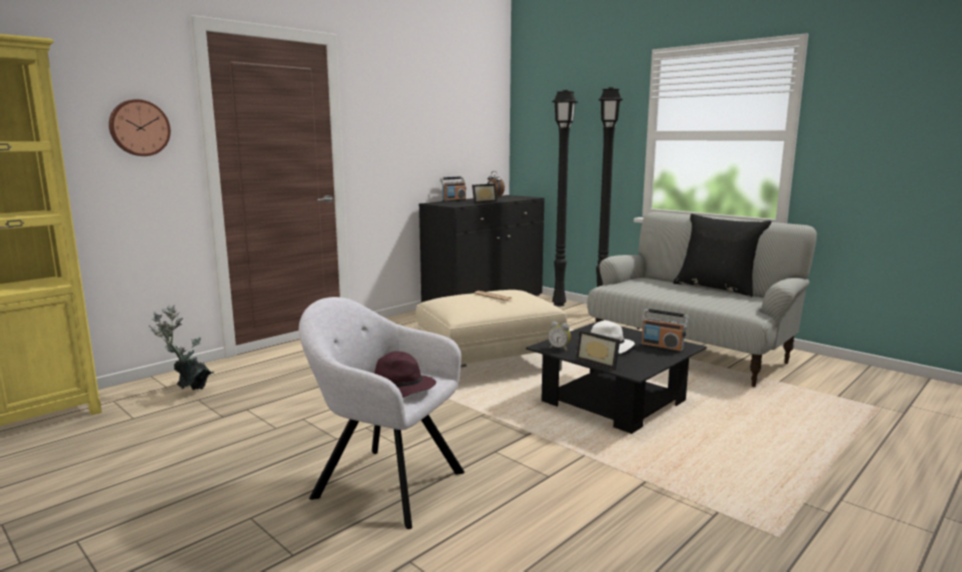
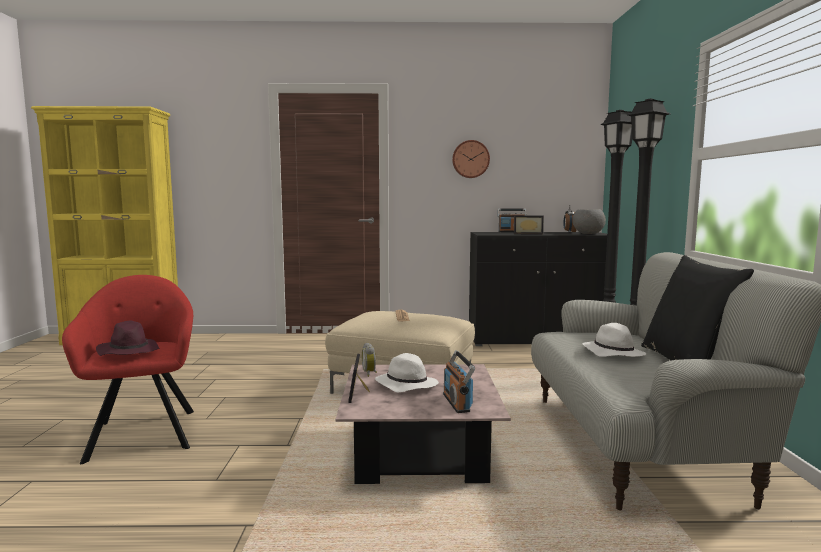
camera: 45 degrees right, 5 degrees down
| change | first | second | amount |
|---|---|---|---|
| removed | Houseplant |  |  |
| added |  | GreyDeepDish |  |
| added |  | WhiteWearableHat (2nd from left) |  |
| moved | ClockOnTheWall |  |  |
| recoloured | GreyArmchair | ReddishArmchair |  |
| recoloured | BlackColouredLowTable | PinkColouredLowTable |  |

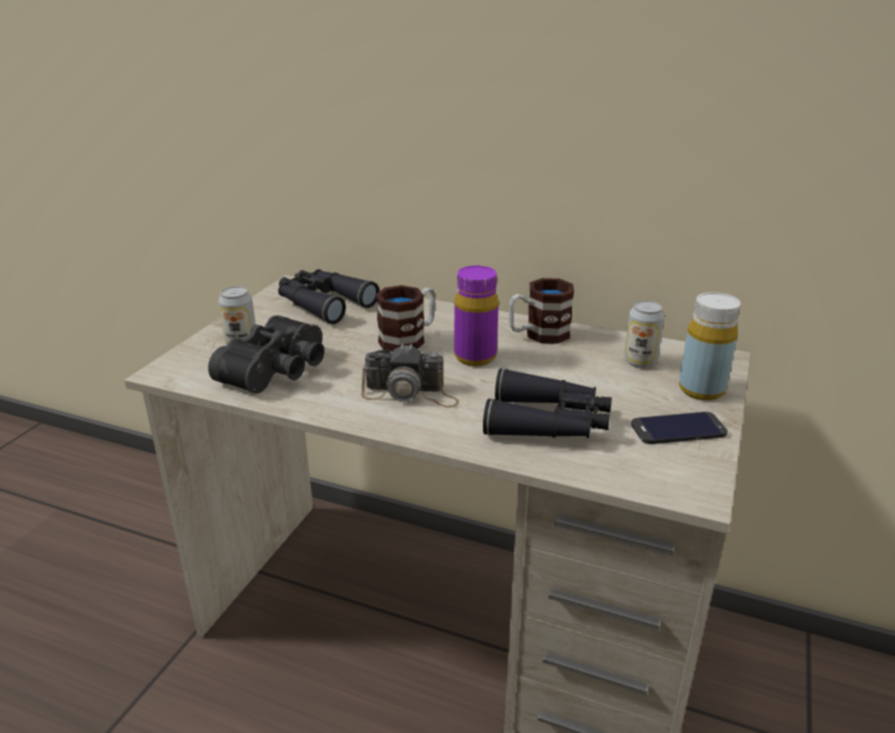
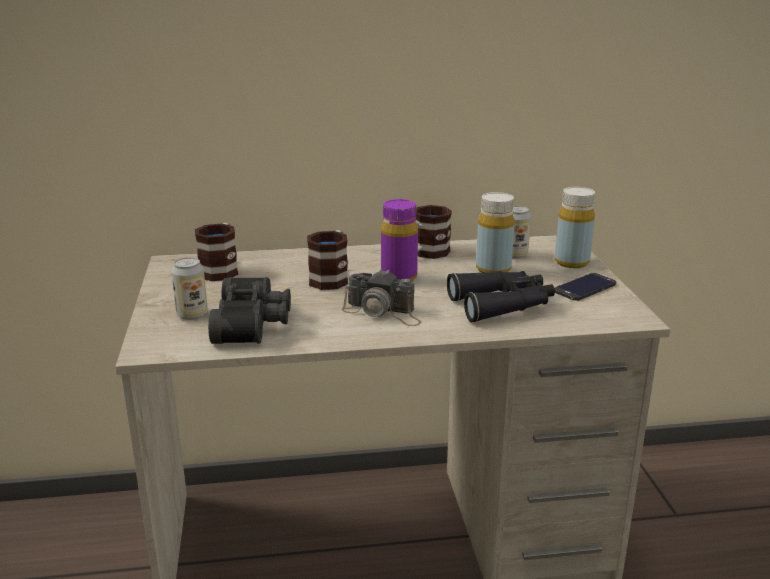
camera: 30 degrees left, 5 degrees down
| change | first | second | amount |
|---|---|---|---|
| added |  | YellowColouredBottle (1st from left) |  |
| replaced | BlackColouredBinoculars (2nd from left) | Mug (1st from left) |  |
| turned | PhotoCamera |  | 45 degrees clockwise |

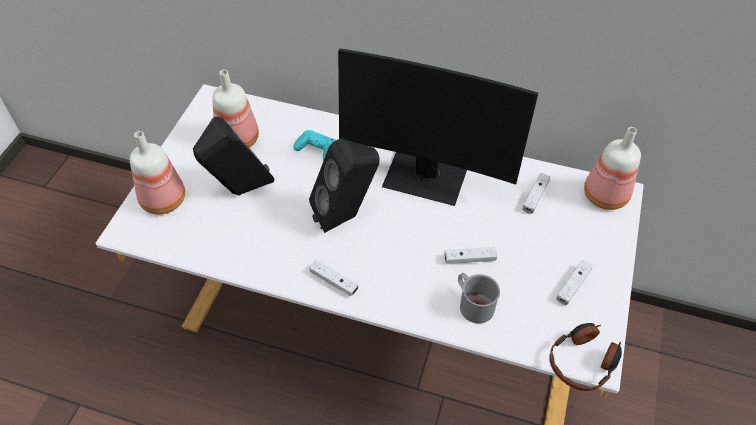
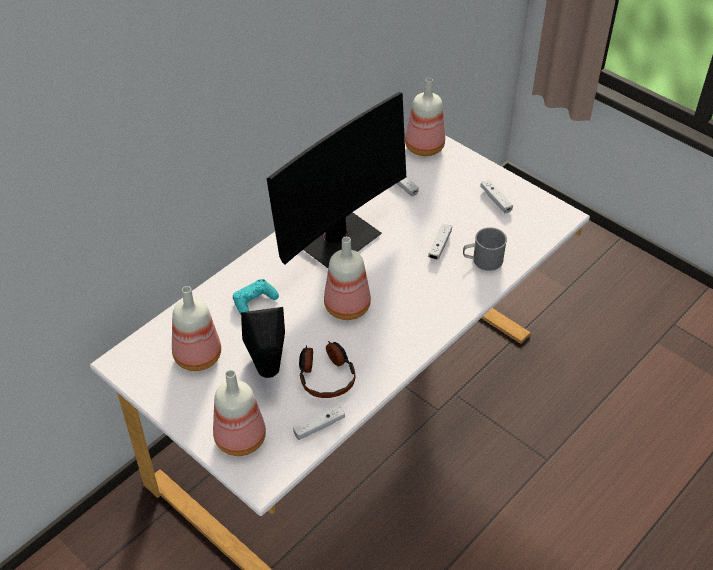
camera: 65 degrees left, 5 degrees down
| change | first | second | amount |
|---|---|---|---|
| moved | WhiteGamepad (1st from left) |  |  |
| moved | PairOfHeadphones |  |  |
| replaced | BlackColouredLoudspeaker (2nd from left) | Bottle (3rd from left) |  |

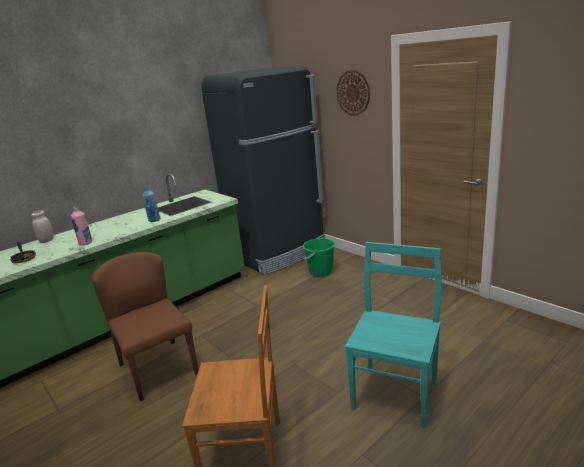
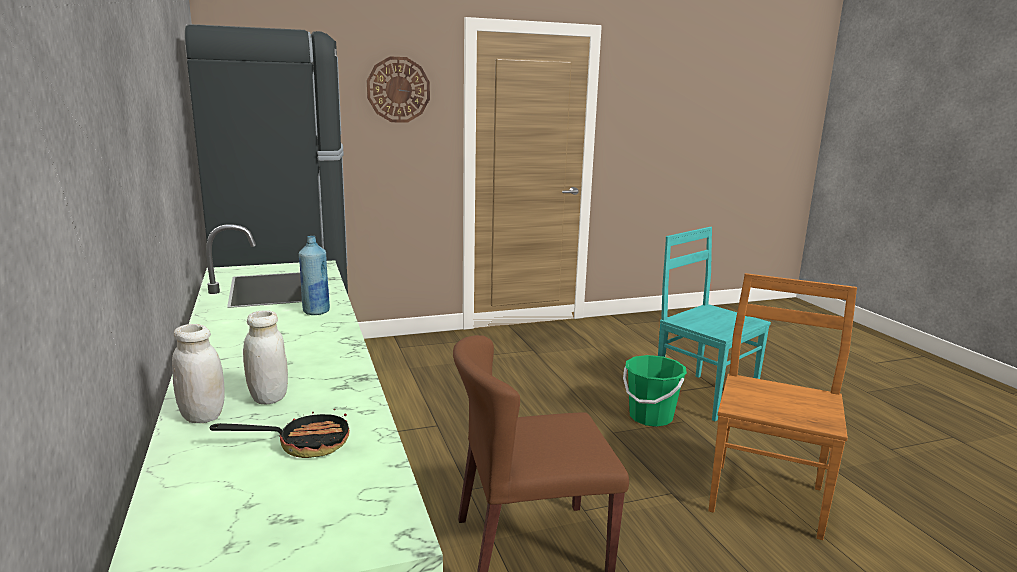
camera: 70 degrees left, 5 degrees down
| change | first | second | amount |
|---|---|---|---|
| removed | PinkColouredBottle |  |  |
| added |  | WhitePreserveJar (2nd from left) |  |
| moved | GreenColouredPail |  |  |

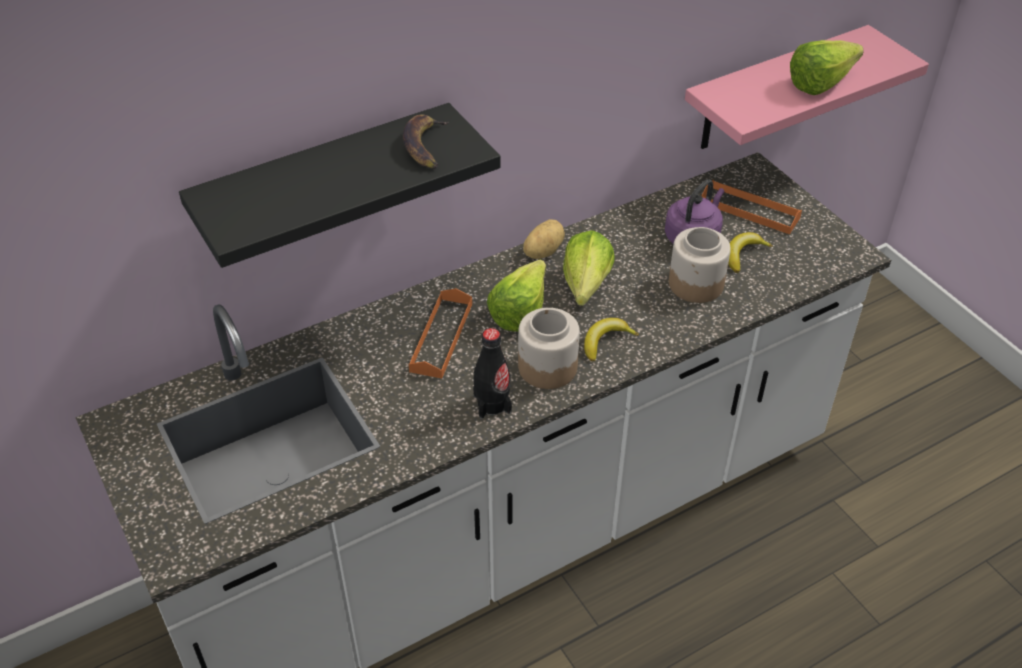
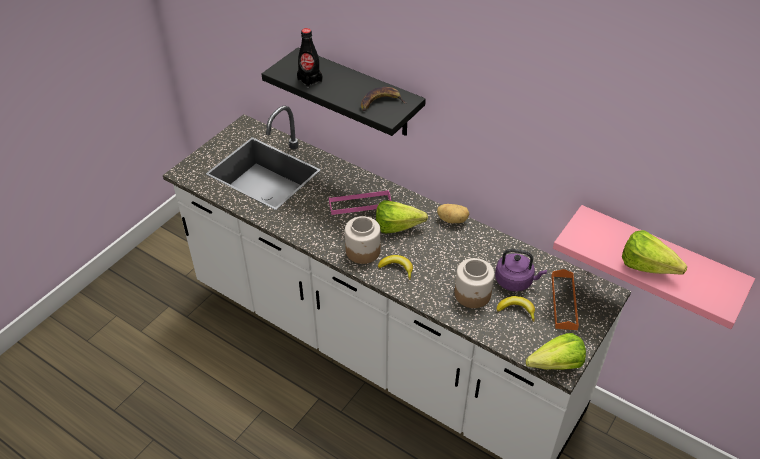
camera: 65 degrees right, 0 degrees up
| change | first | second | amount |
|---|---|---|---|
| moved | BlackColouredBottle |  |  |
| moved | HeadOfLettuce (2nd from left) |  |  |
| recoloured | OrangeyCarryingTray (1st from left) | PinkColouredCarryingTray |  |

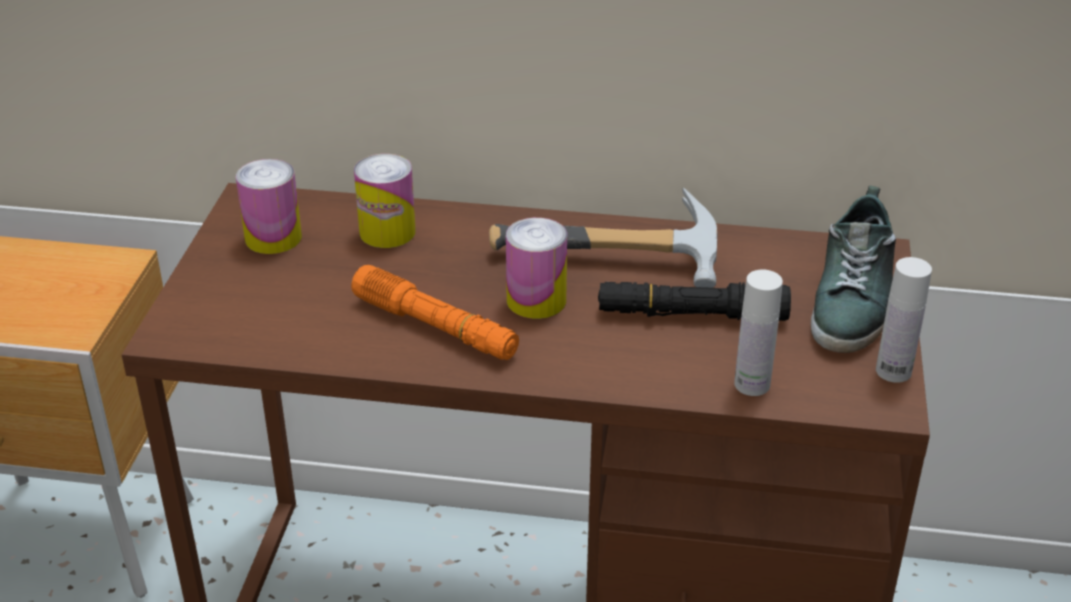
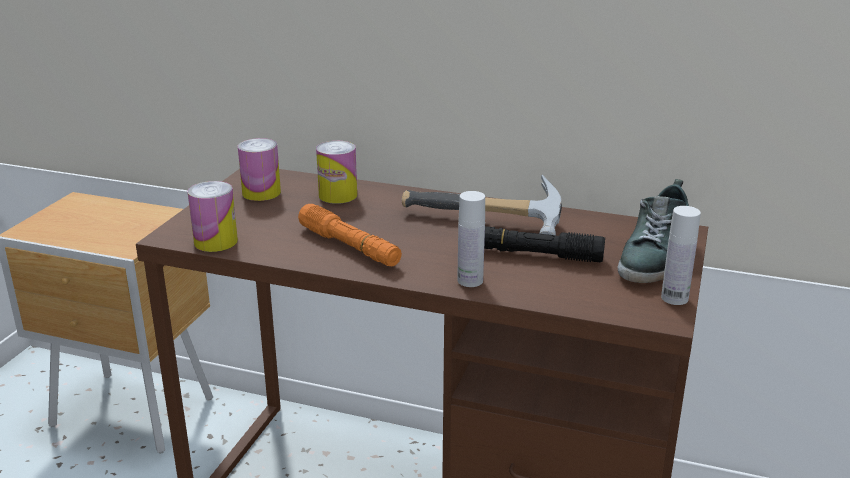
camera: 10 degrees right, 10 degrees down
| change | first | second | amount |
|---|---|---|---|
| moved | MetalCan (3rd from left in the first image) | MetalCan (1st from left) |  |
| moved | WhiteBottle (1st from left) |  |  |

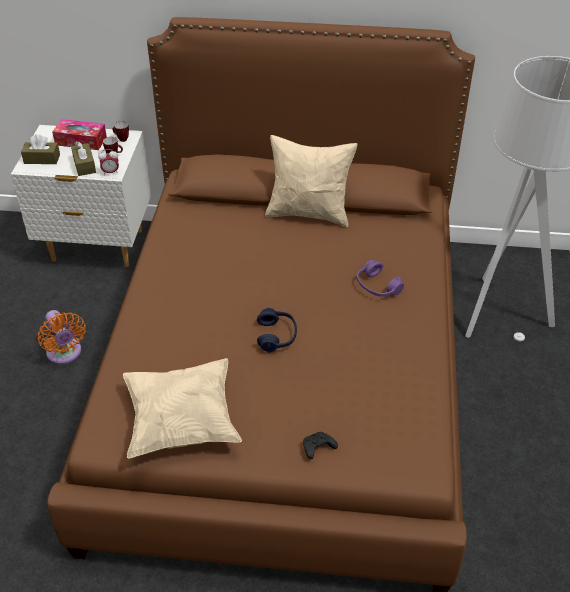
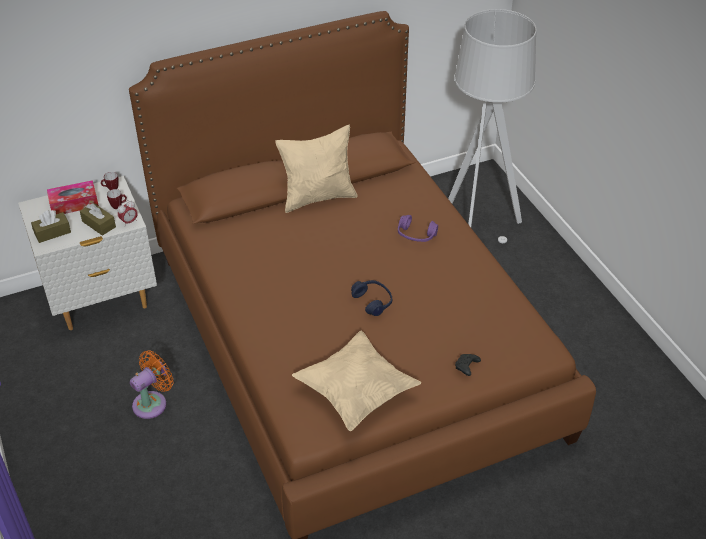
camera: 30 degrees left, 0 degrees up
| change | first | second | amount |
|---|---|---|---|
| turned | OrangeyElectricFan |  | 75 degrees counterclockwise |

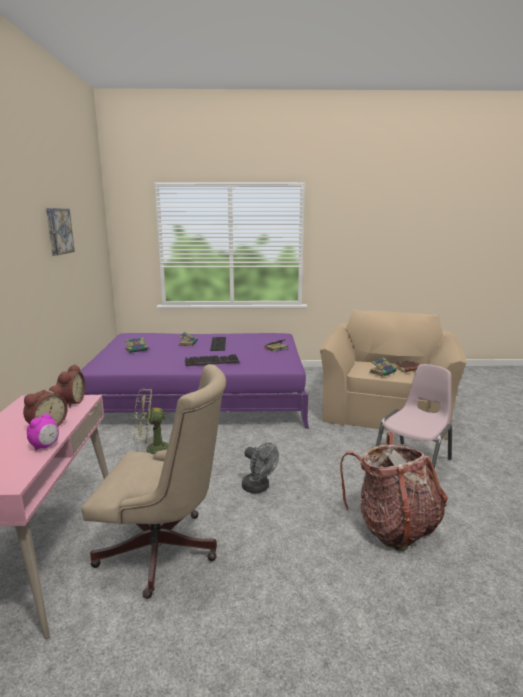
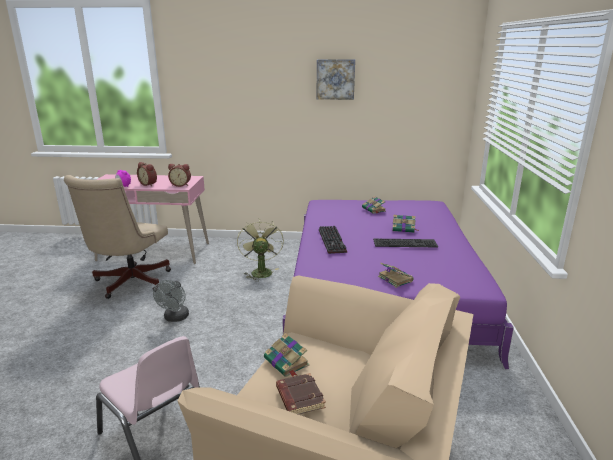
camera: 95 degrees right, 5 degrees up
| change | first | second | amount |
|---|---|---|---|
| removed | Backpack |  |  |
| turned | GreyElectricFan |  | 45 degrees counterclockwise |

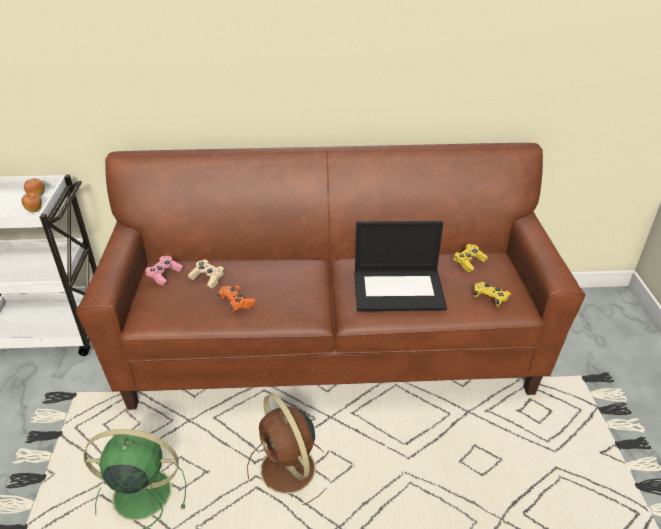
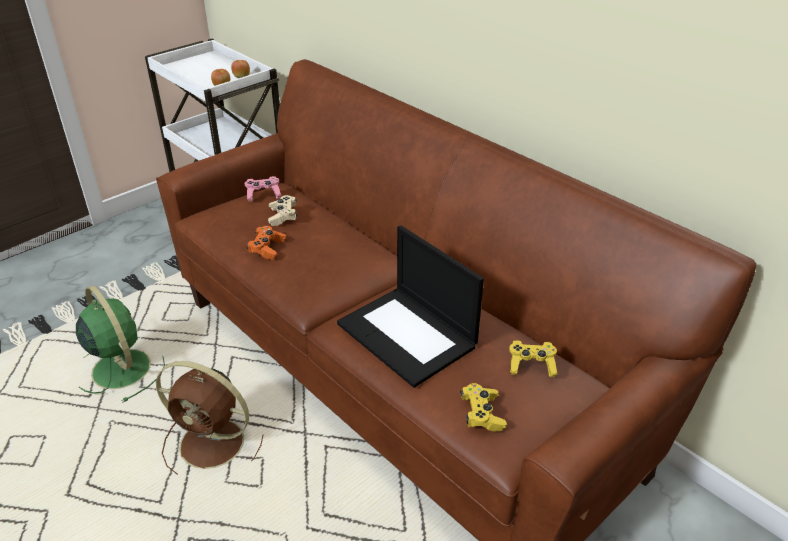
camera: 50 degrees right, 0 degrees up
| change | first | second | amount |
|---|---|---|---|
| turned | BrownElectricFan |  | 90 degrees counterclockwise |

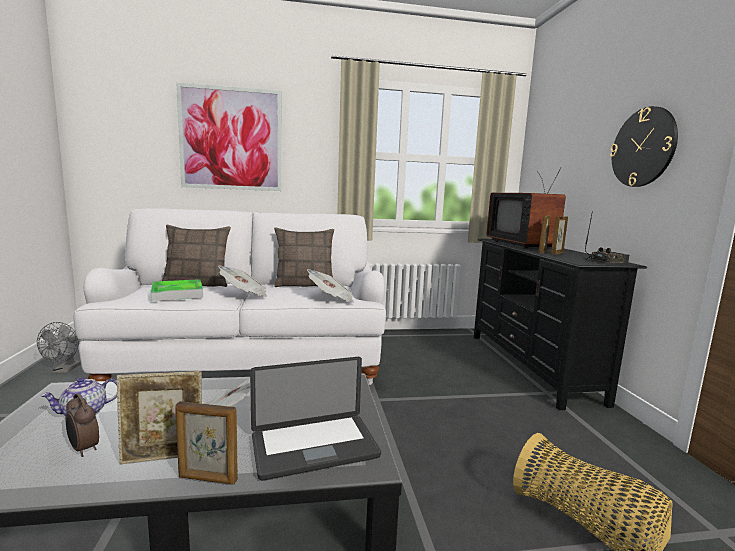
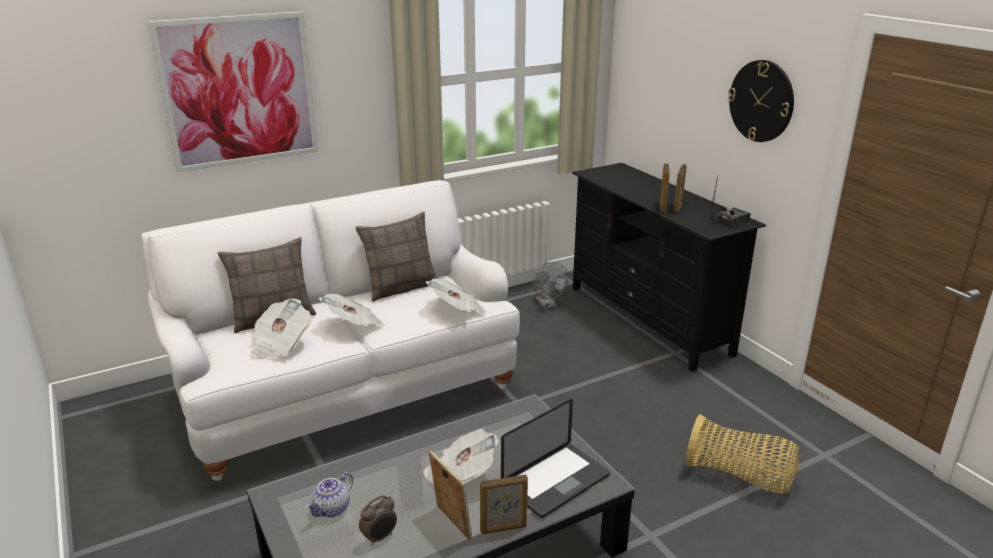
camera: 20 degrees left, 15 degrees up
| change | first | second | amount |
|---|---|---|---|
| removed | TvSet |  |  |
| moved | GreyElectricFan |  |  |
| replaced | CarryingTray | PrintedPaper (1st from left) |  |
| turned | TableClock |  | 60 degrees counterclockwise |
| turned | StandingFrame (1st from left) |  | 90 degrees counterclockwise |

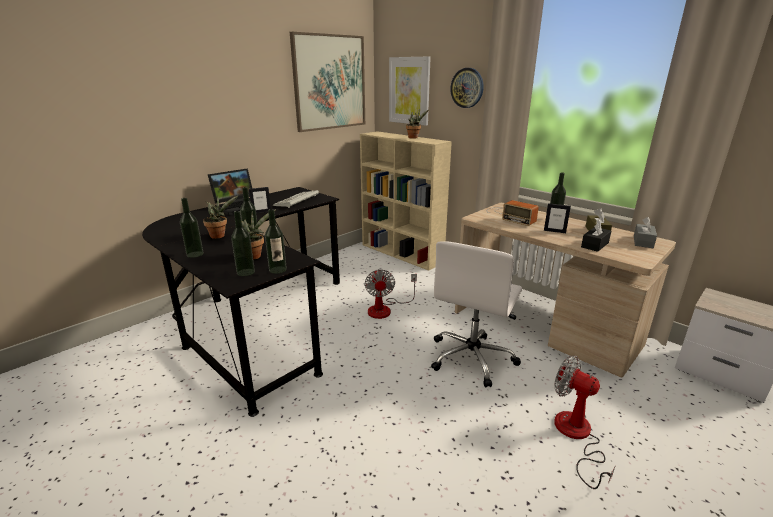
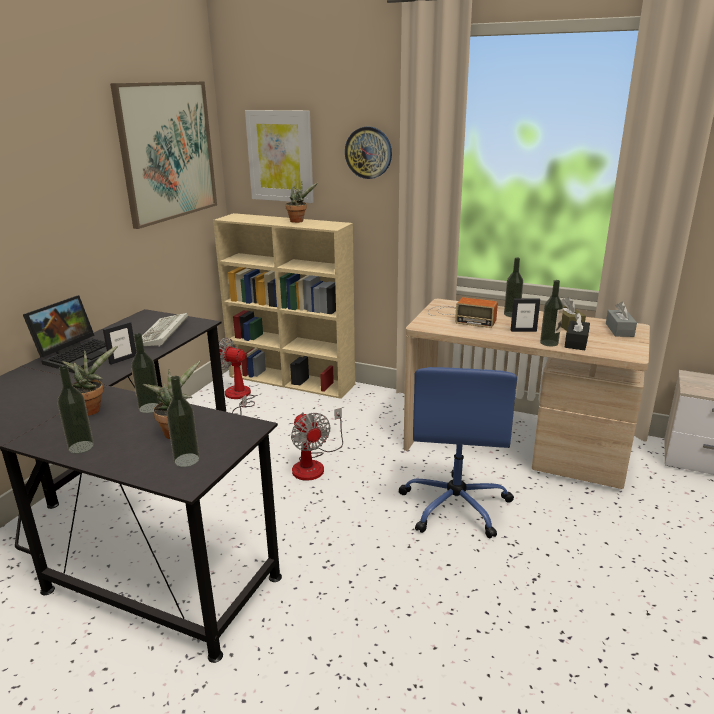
camera: 20 degrees left, 0 degrees up
| change | first | second | amount |
|---|---|---|---|
| moved | Bottle (4th from left in the first image) | Bottle (5th from left) |  |
| moved | ElectricFan (2nd from left in the first image) | ElectricFan (1st from left) |  |
| recoloured | WhiteOfficeChair | BlueColouredOfficeChair |  |

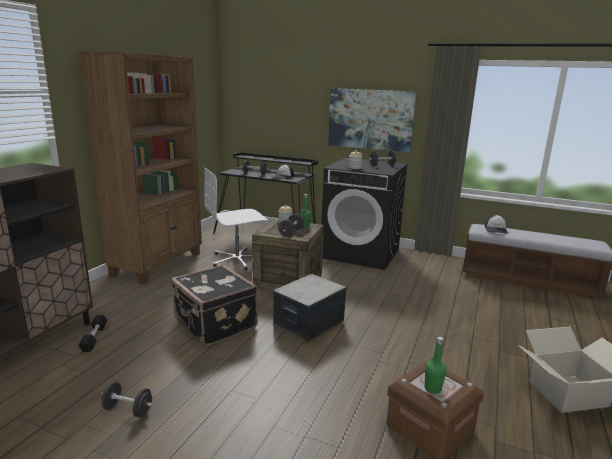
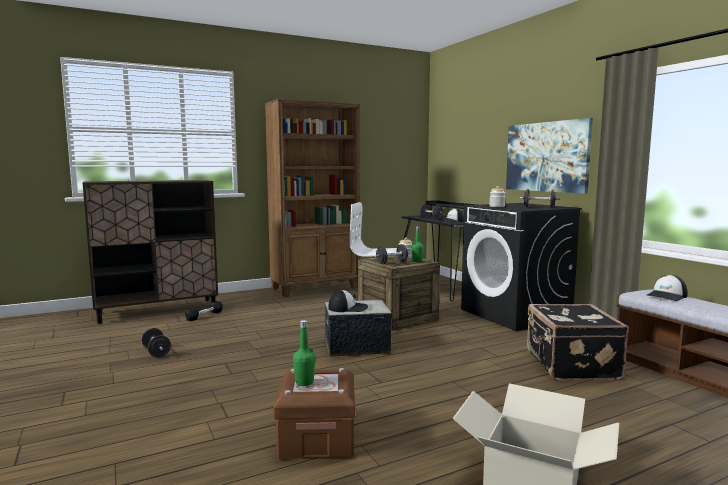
camera: 40 degrees right, 10 degrees down
| change | first | second | amount |
|---|---|---|---|
| added |  | BaseballCap (1st from left) |  |
| moved | BlackColouredSuitcase |  |  |

